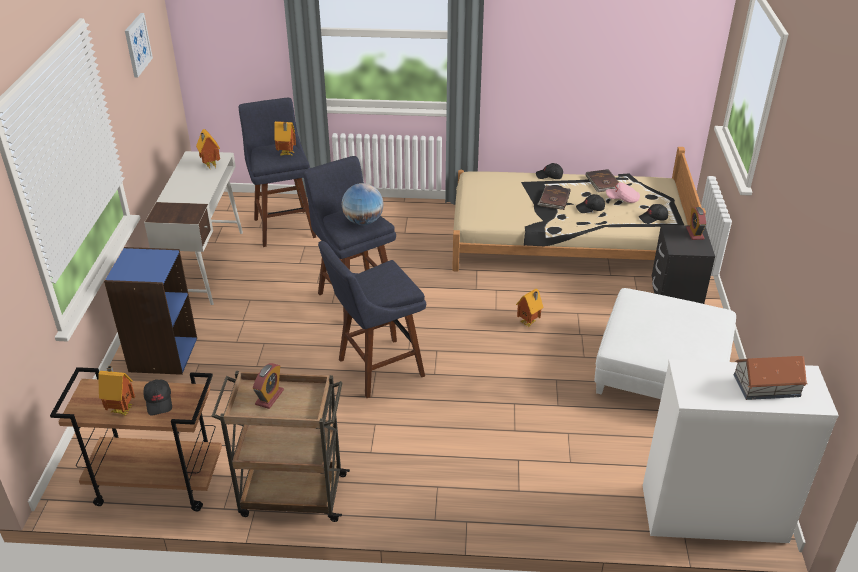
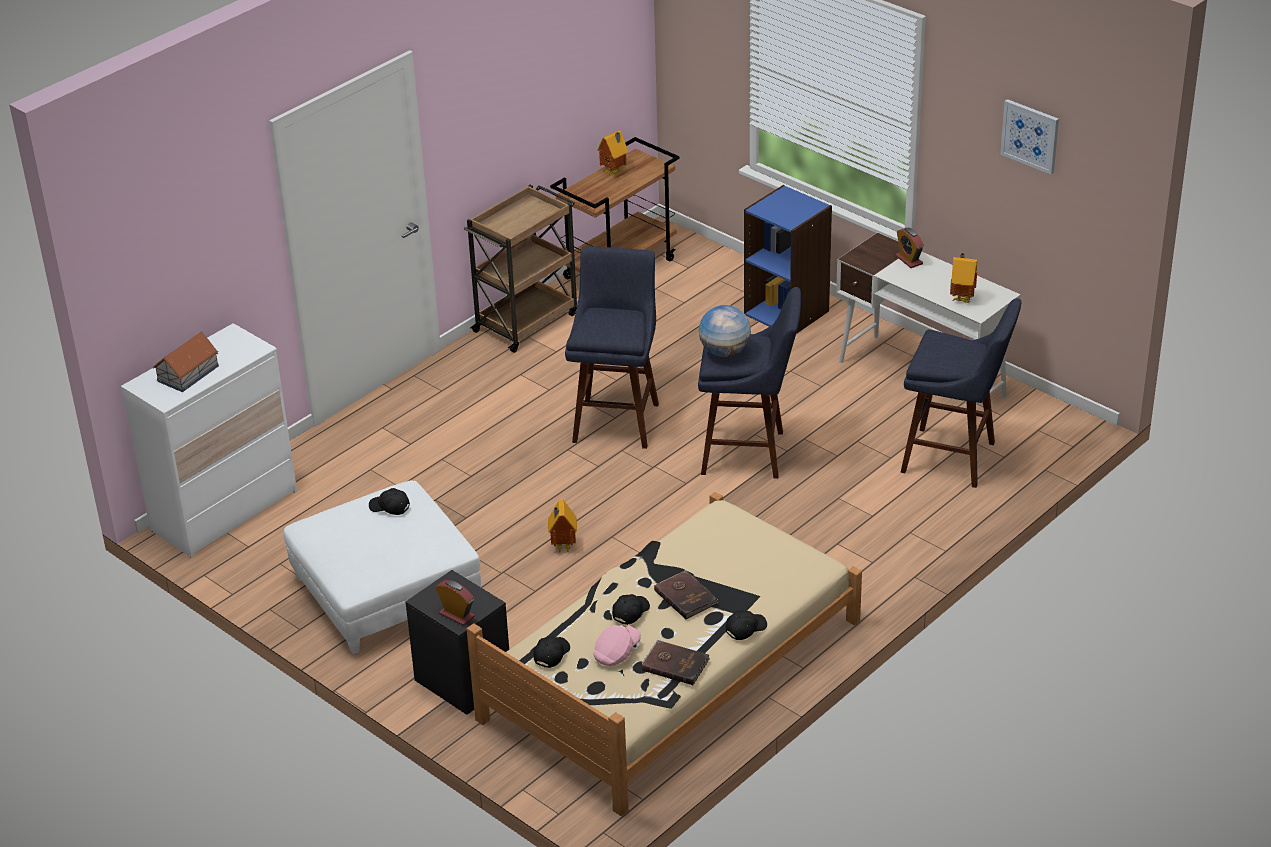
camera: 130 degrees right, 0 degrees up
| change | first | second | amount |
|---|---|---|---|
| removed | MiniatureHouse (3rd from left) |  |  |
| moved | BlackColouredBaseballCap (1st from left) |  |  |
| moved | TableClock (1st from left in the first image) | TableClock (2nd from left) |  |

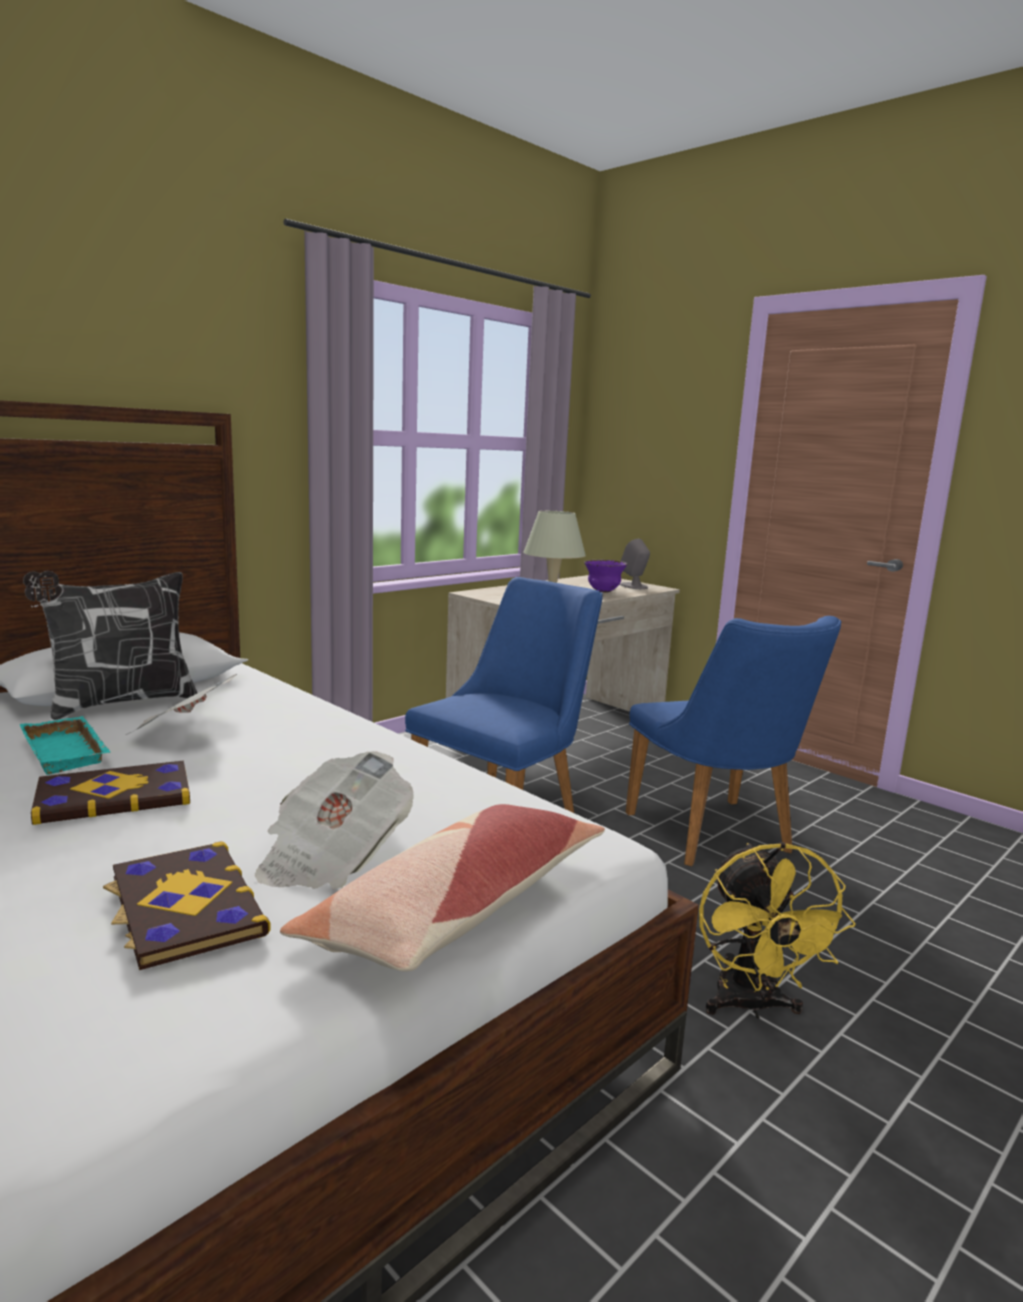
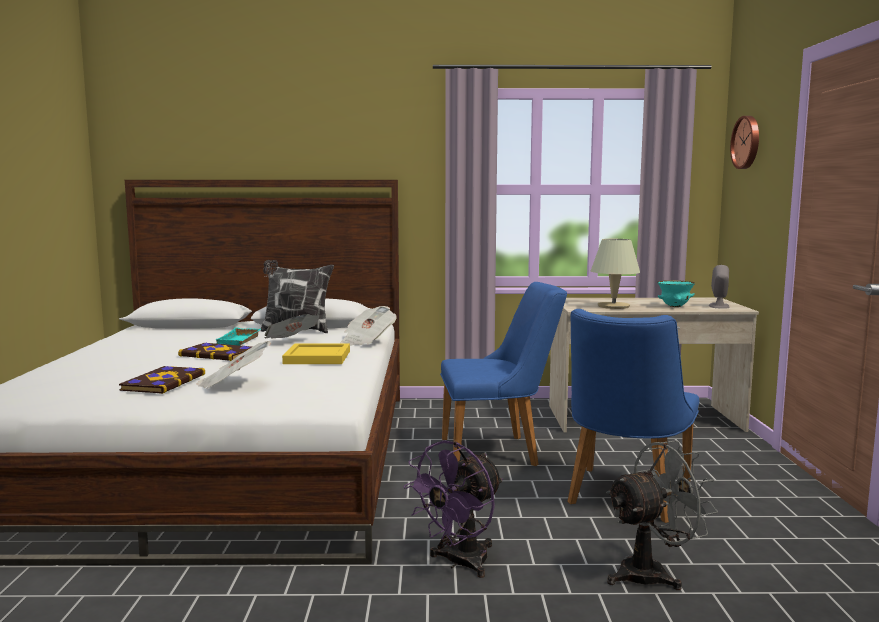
camera: 45 degrees right, 5 degrees down
| change | first | second | amount |
|---|---|---|---|
| removed | Cushion (2nd from left) |  |  |
| added |  | YellowColouredCarryingTray |  |
| added |  | PrintedPaper (3rd from left) |  |
| added |  | GreyElectricFan |  |
| added |  | ClockOnTheWall |  |
| recoloured | PurplishDeepDish | TurquoiseDeepDish |  |
| recoloured | YellowColouredElectricFan | PurplishElectricFan |  |

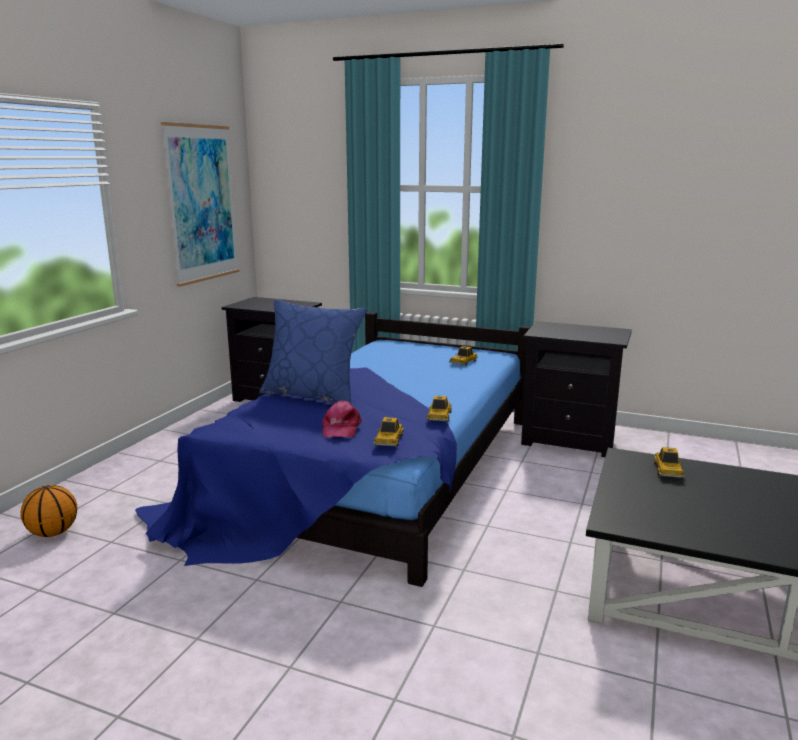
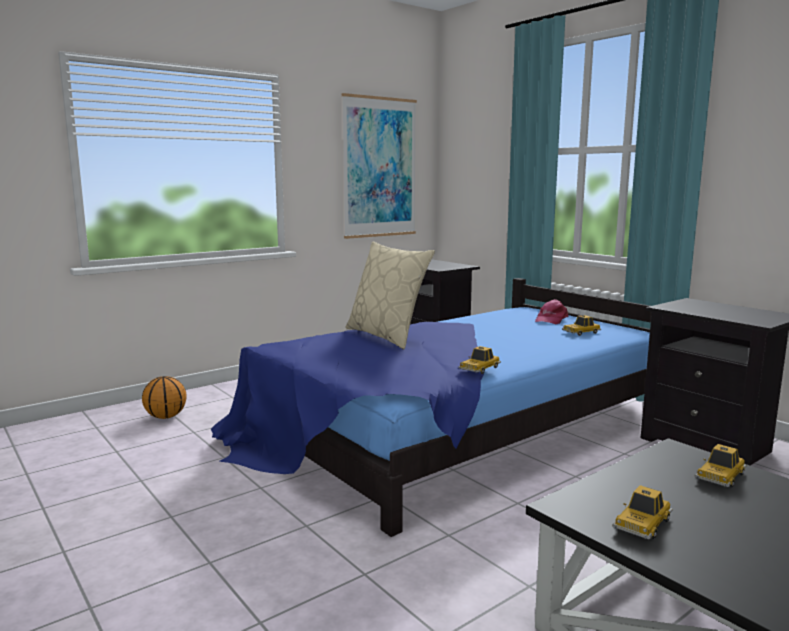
camera: 30 degrees right, 5 degrees down
| change | first | second | amount |
|---|---|---|---|
| moved | PinkColouredBaseballCap |  |  |
| moved | MiniatureCar (1st from left in the first image) | MiniatureCar (3rd from left) |  |
| recoloured | BlueColouredCushion | BeigeColouredCushion |  |

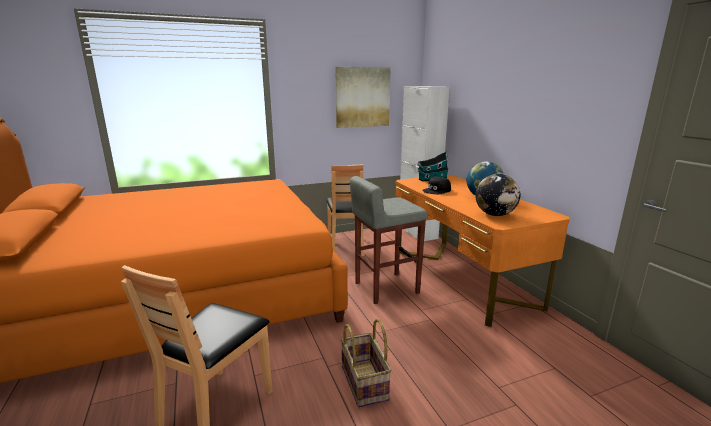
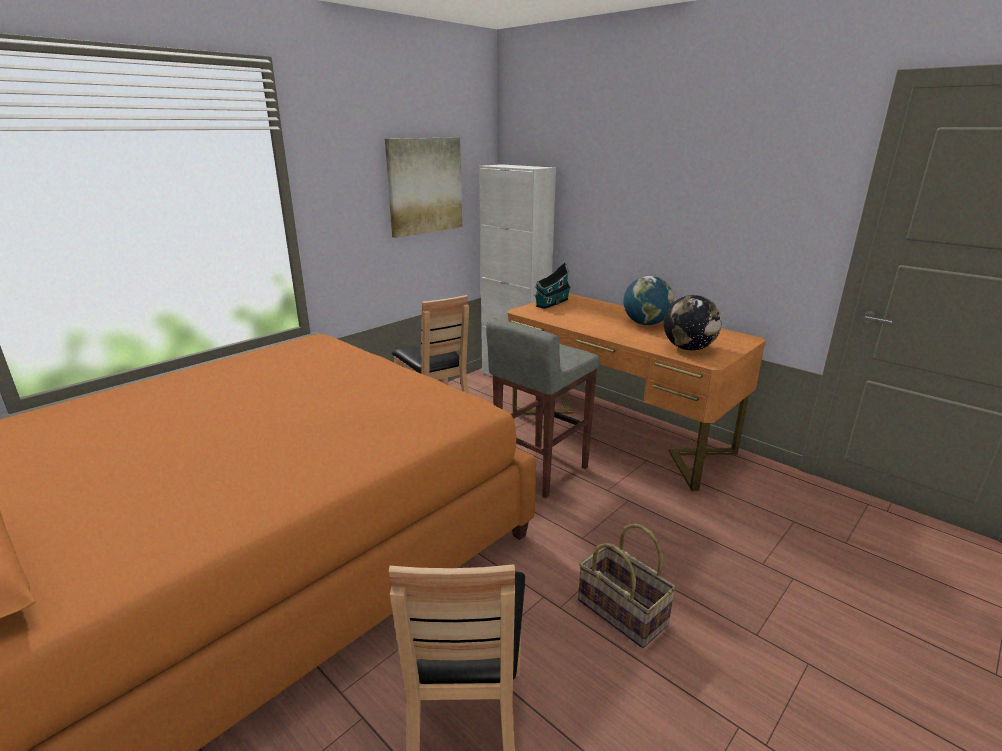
camera: 25 degrees left, 5 degrees up
| change | first | second | amount |
|---|---|---|---|
| removed | BlackColouredBaseballCap |  |  |

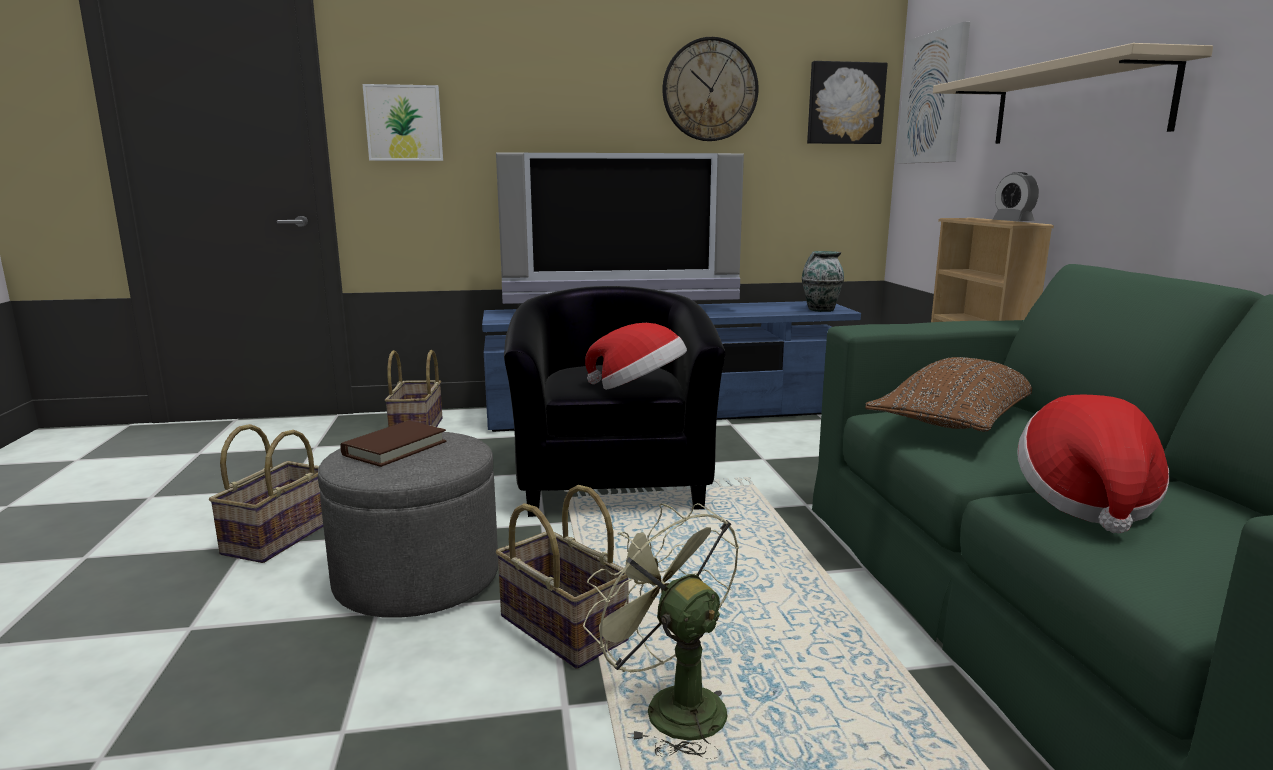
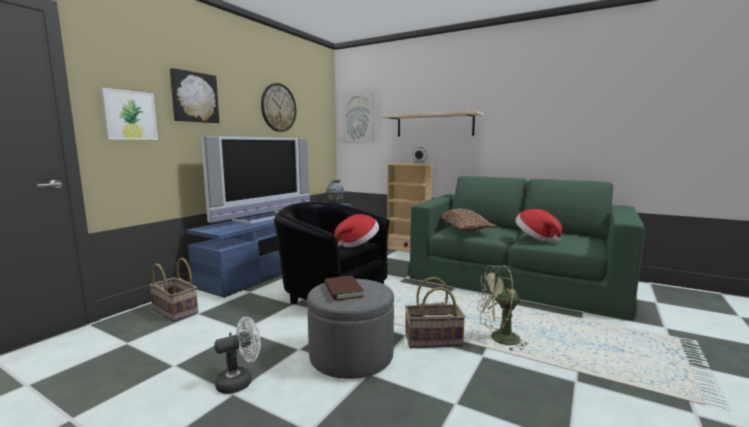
camera: 50 degrees left, 5 degrees down
| change | first | second | amount |
|---|---|---|---|
| moved | WallPicture (2nd from left) |  |  |
| replaced | HouseholdBasket (1st from left) | WhiteElectricFan |  |

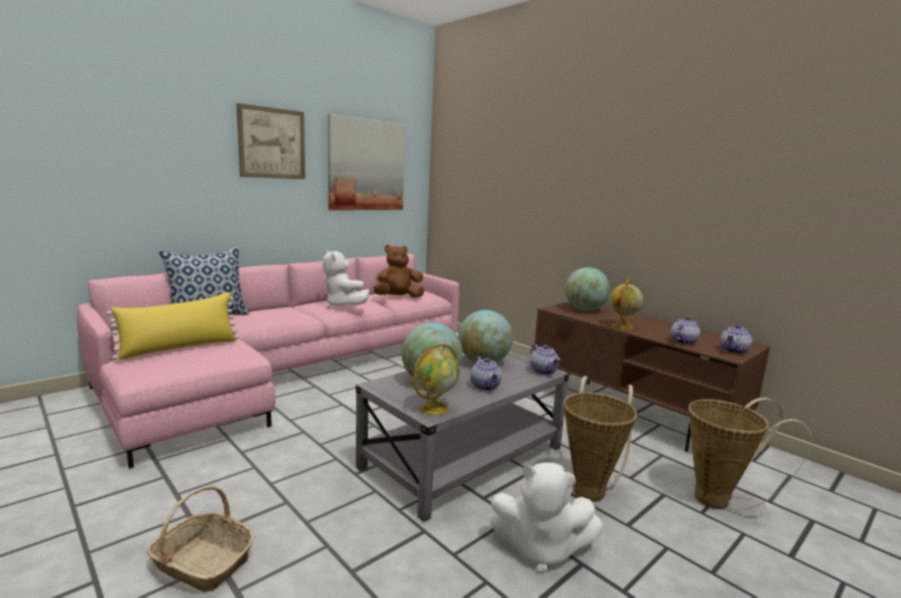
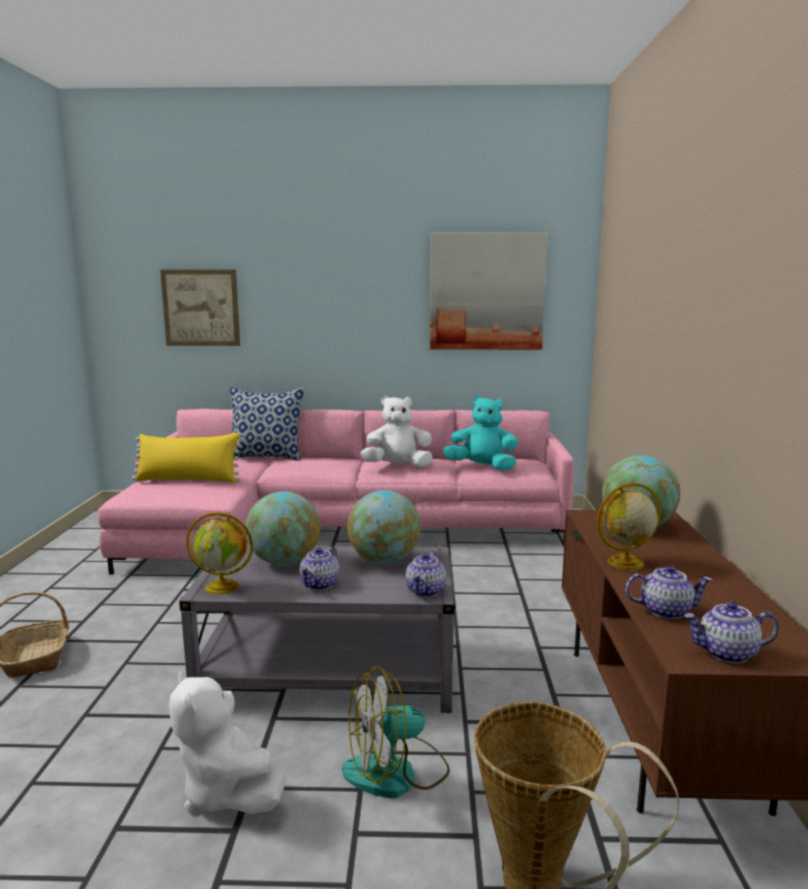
camera: 45 degrees right, 0 degrees up
| change | first | second | amount |
|---|---|---|---|
| moved | WallPicture (1st from left) |  |  |
| replaced | HouseholdBasket (2nd from left) | ElectricFan |  |
| recoloured | BrownSoftToy | TurquoiseSoftToy |  |
| turned | WhiteSoftToy (1st from left in the first image) | WhiteSoftToy (2nd from left) | 75 degrees clockwise |

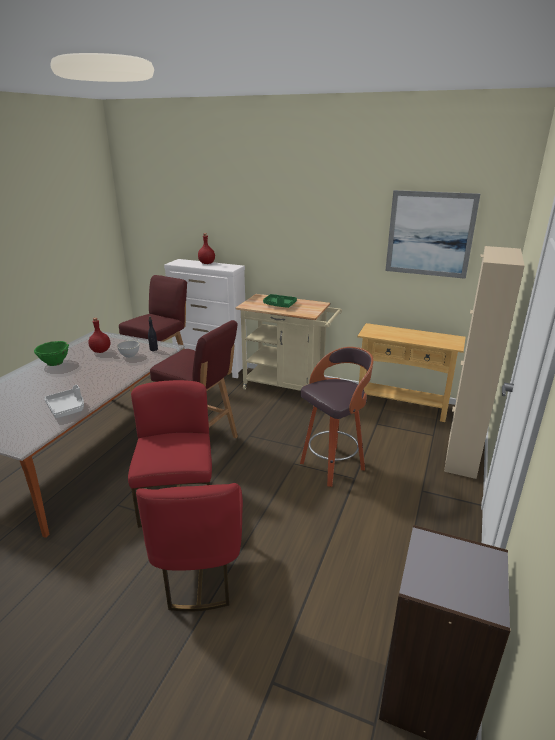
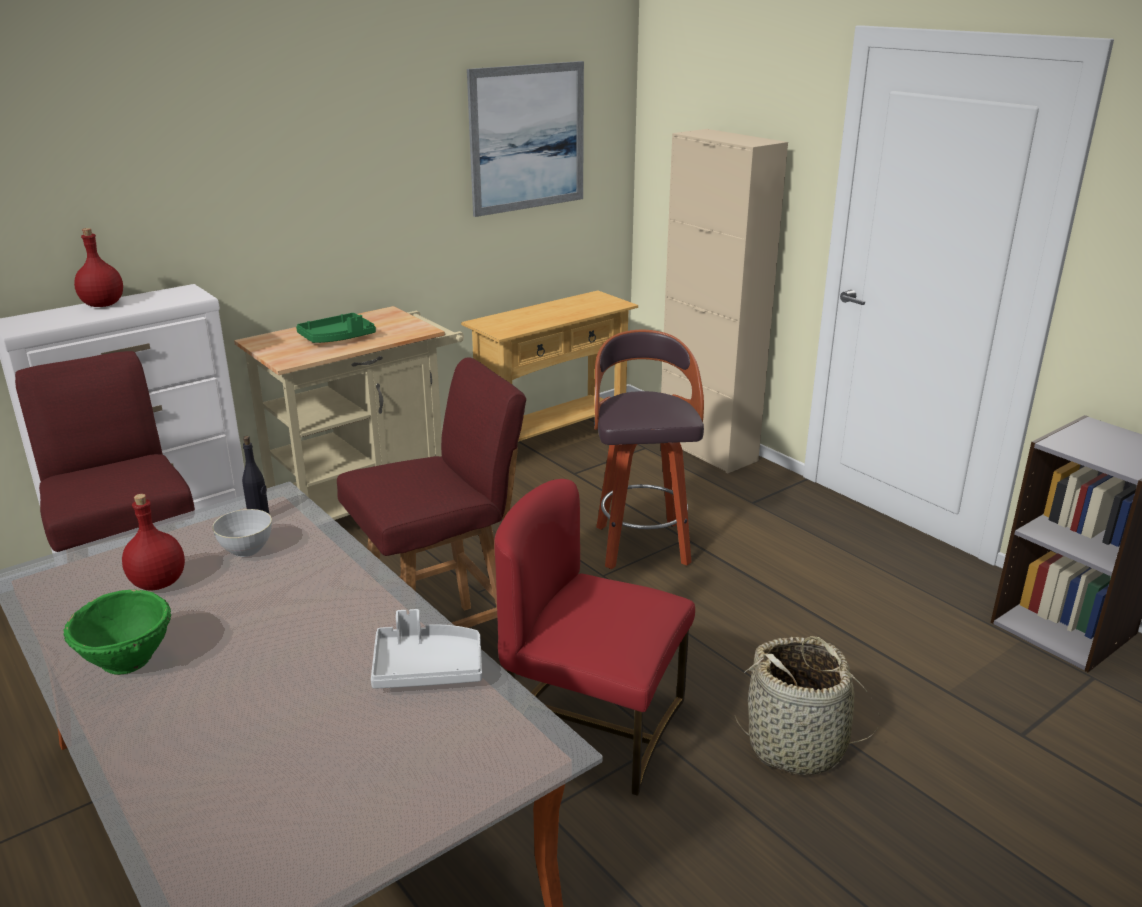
camera: 60 degrees left, 0 degrees up
| change | first | second | amount |
|---|---|---|---|
| replaced | ReddishPlainChair (2nd from left) | HouseholdBasket |  |

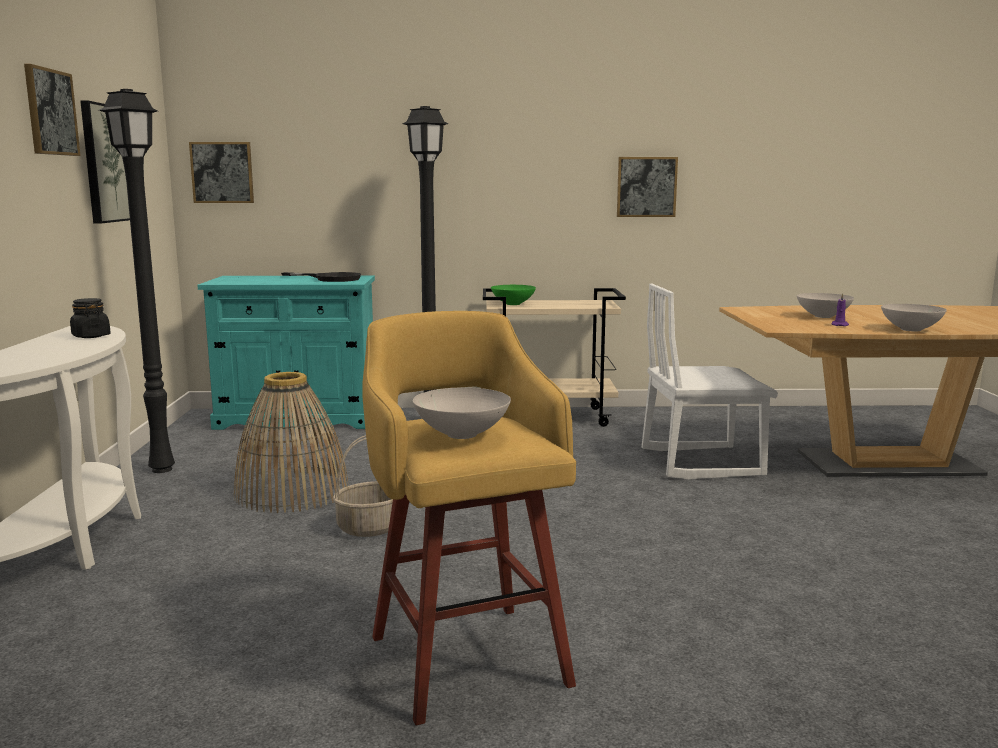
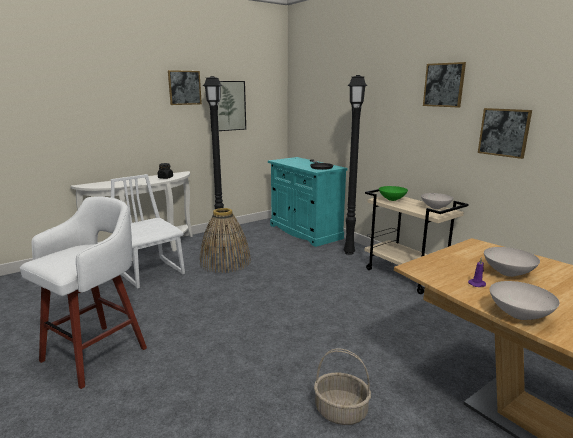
camera: 55 degrees right, 5 degrees up
| change | first | second | amount |
|---|---|---|---|
| moved | WallPicture (3rd from left) |  |  |
| moved | HouseholdBasket (2nd from left) |  |  |
| moved | WhiteDeepDish (1st from left) |  |  |
| moved | WhitePlainChair |  |  |
| recoloured | YellowColouredStoolSeat | WhiteStoolSeat |  |

